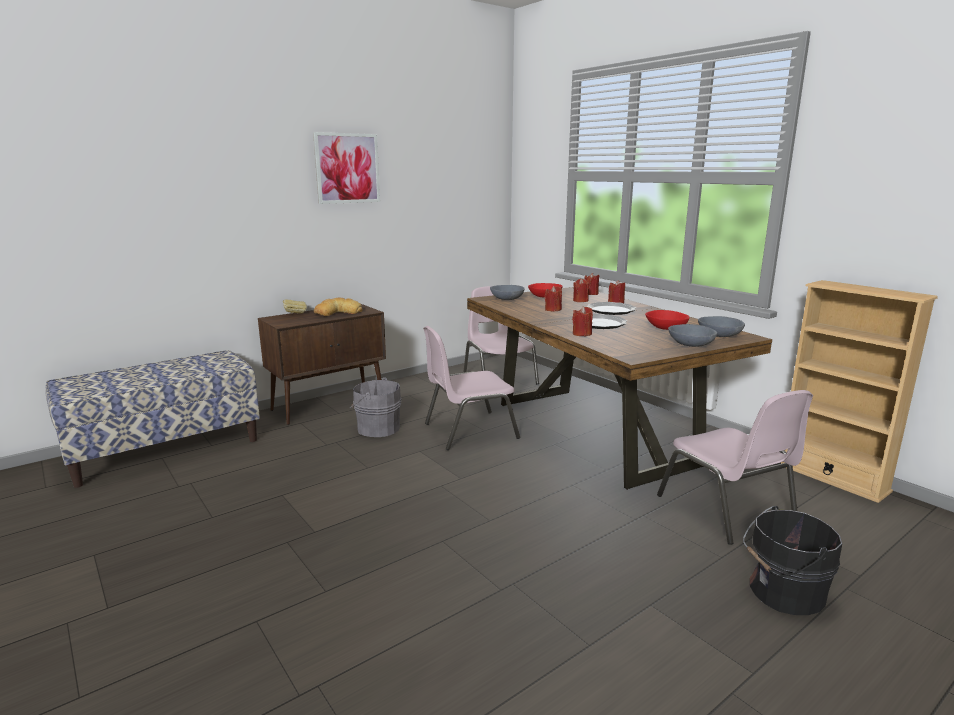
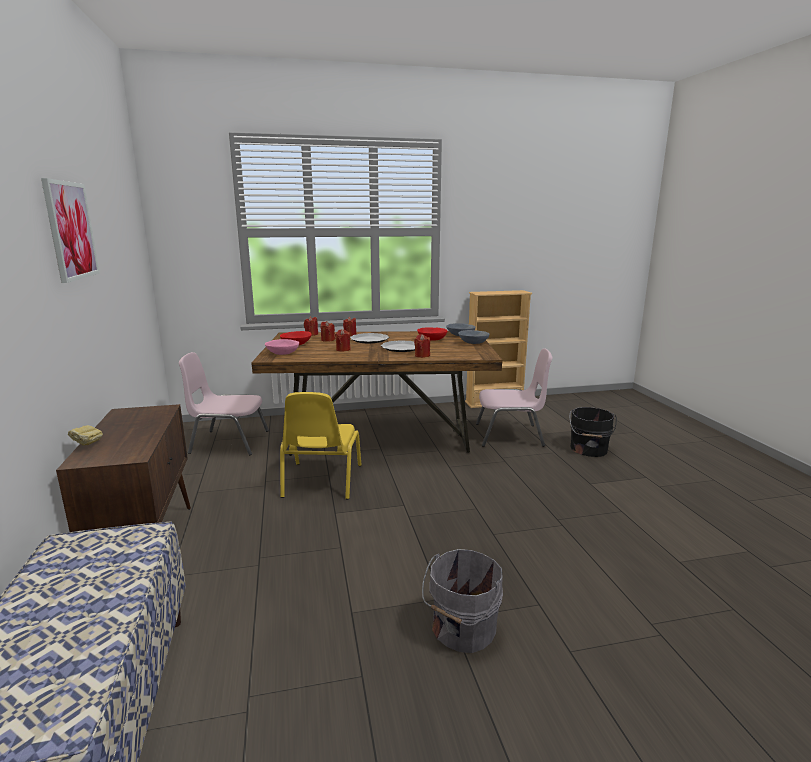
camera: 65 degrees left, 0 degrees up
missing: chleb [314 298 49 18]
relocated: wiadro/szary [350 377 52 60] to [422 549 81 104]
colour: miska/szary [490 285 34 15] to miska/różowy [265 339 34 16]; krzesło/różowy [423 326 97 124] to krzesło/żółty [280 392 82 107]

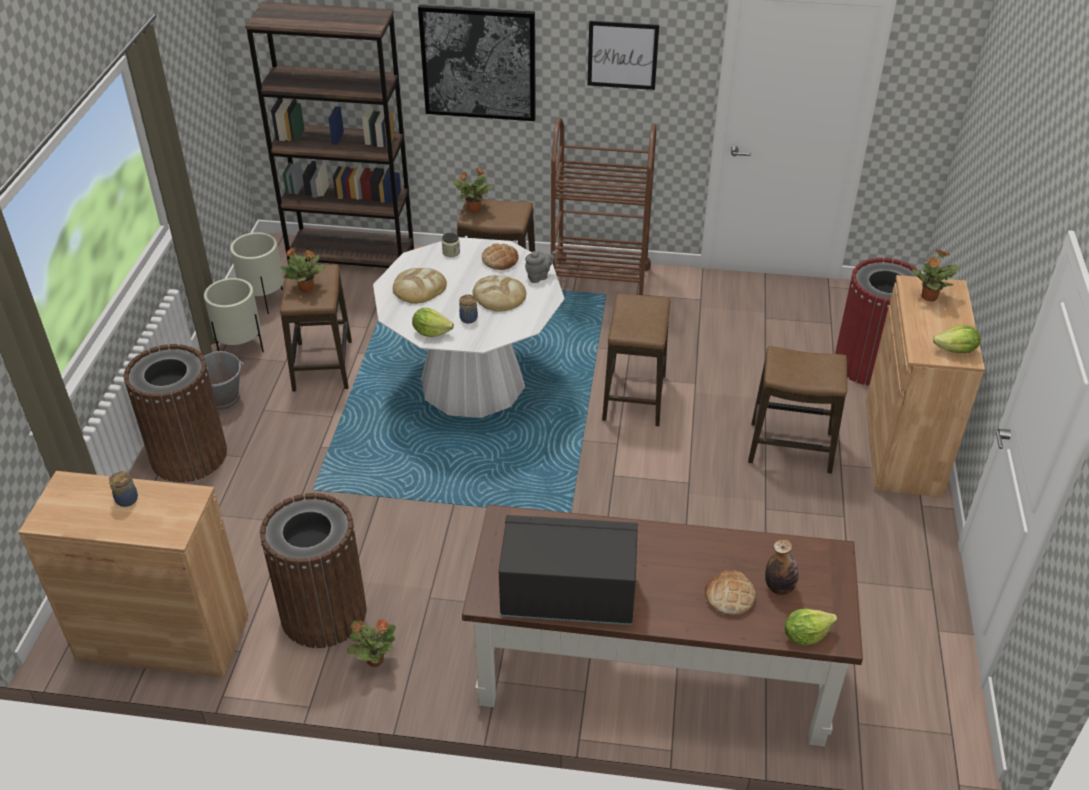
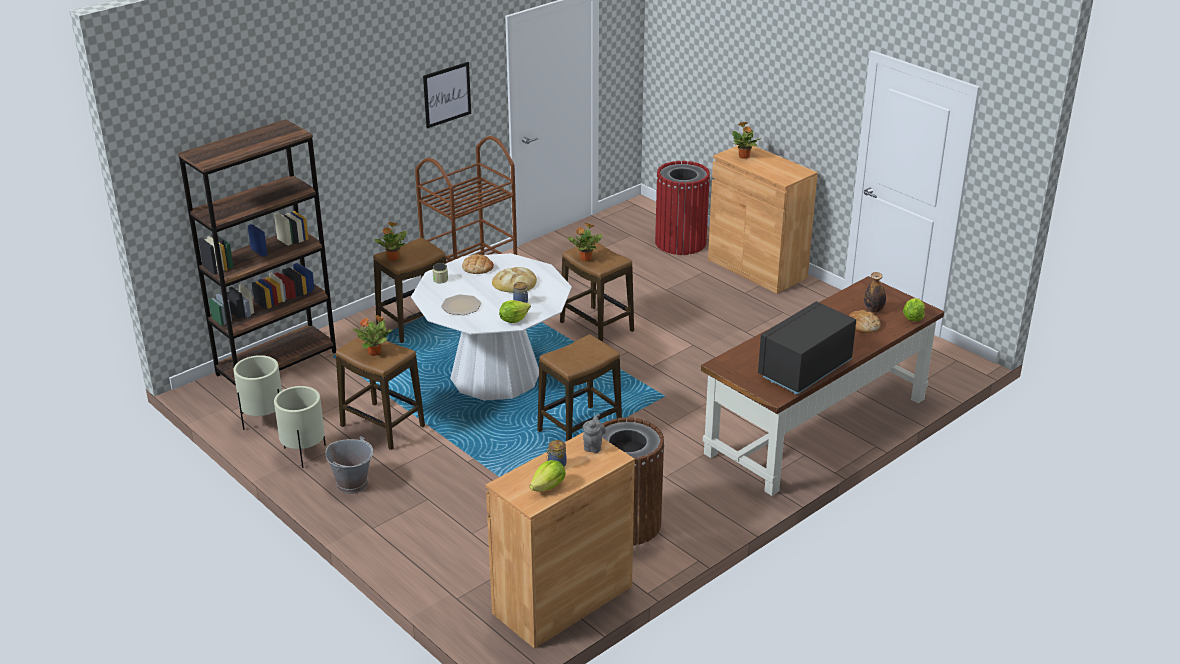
camera: 50 degrees left, 10 degrees down
missing: kosz na śmieci/brązowy [124 344 103 138]; obraz [418 5 118 116]
relocated: sałata [933 325 48 28] to [530 460 36 31]; stołek [748 346 99 128] to [537 334 85 107]; roślina doniczkowa [347 619 49 48] to [567 222 36 40]; imbryk/szary [525 251 31 32] to [582 413 24 40]
exchanged: chleb [393 268 54 36] to talerz [441 294 41 21]

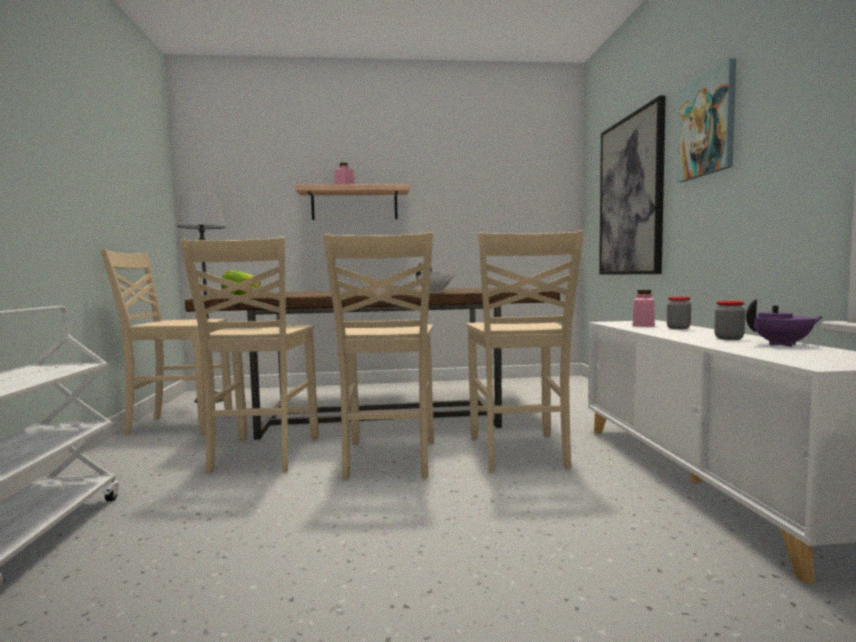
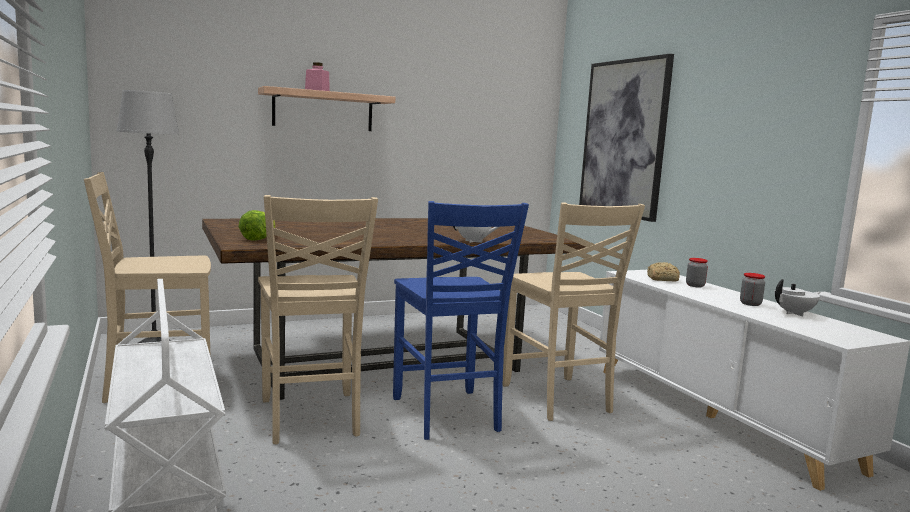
camera: 20 degrees left, 5 degrees up
missing: obraz [677 58 59 124]
exchanged: słoik/różowy [632 290 23 37] to chleb [647 262 33 20]
colour: krzesło/beżowy [323 232 111 248] to krzesło/niebieski [393 201 136 239]; imbryk/fioletowy [746 299 77 48] to imbryk/biały [775 279 45 38]

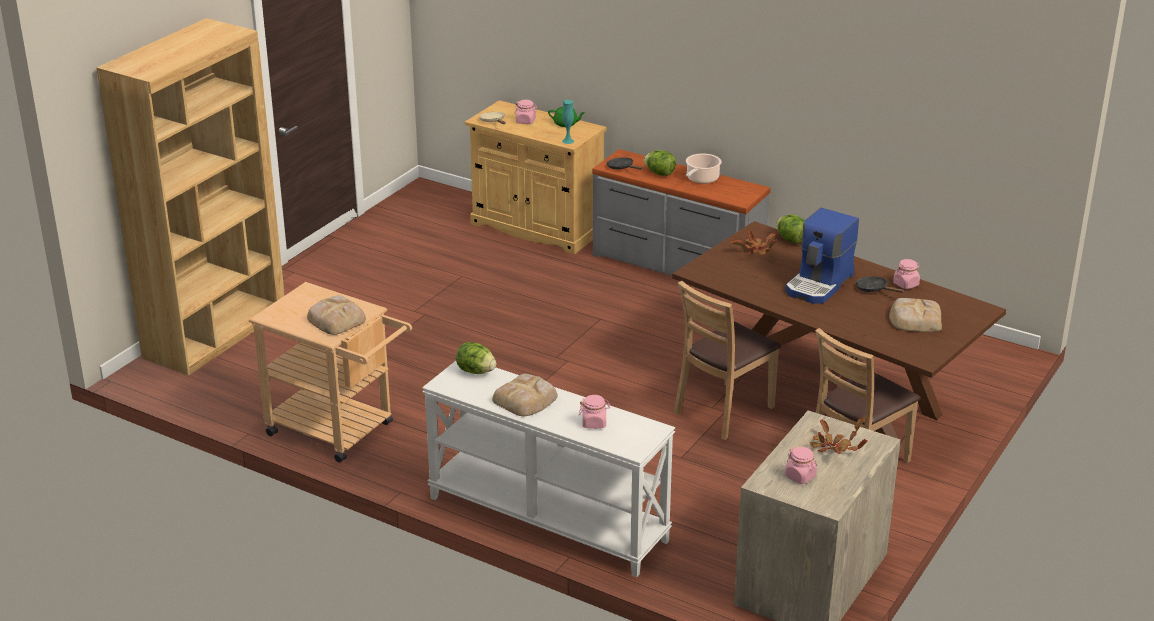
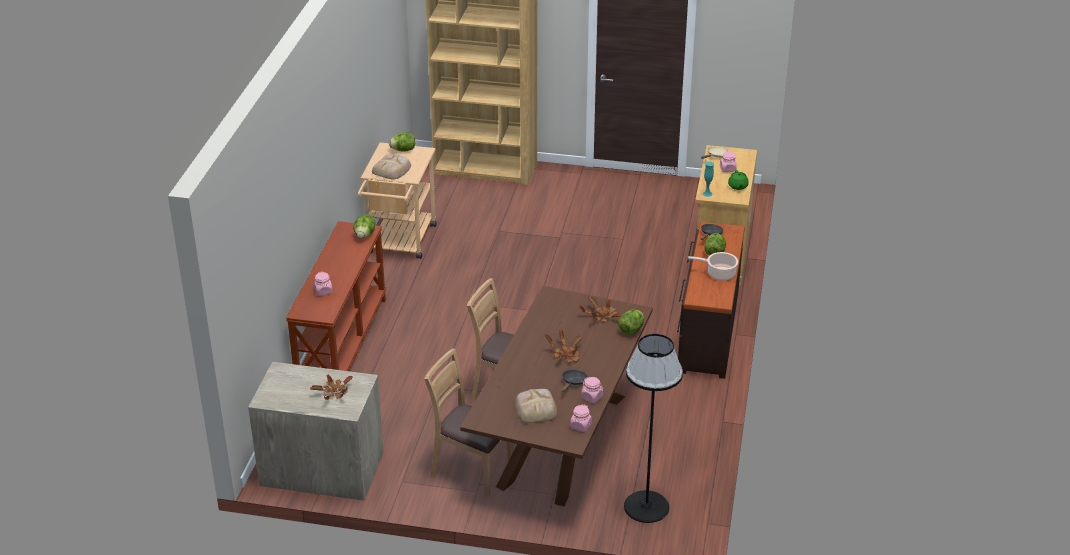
camera: 70 degrees right, 5 degrees up
missing: chleb [492 374 66 42]
appeared: sałata [389 132 26 20]; lampa stojąca/czarny [624 334 59 189]
relocated: słoik/różowy [785 447 32 37] to [570 404 22 28]
exchanged: ekspres do kawy [785 208 74 96] to roślina doniczkowa [545 329 38 34]
colour: stolik konsolowy/biały [422 361 253 216] to stolik konsolowy/brązowy [286 221 100 150]; komoda/szary [592 149 179 127] to komoda/brązowy [677 222 68 157]

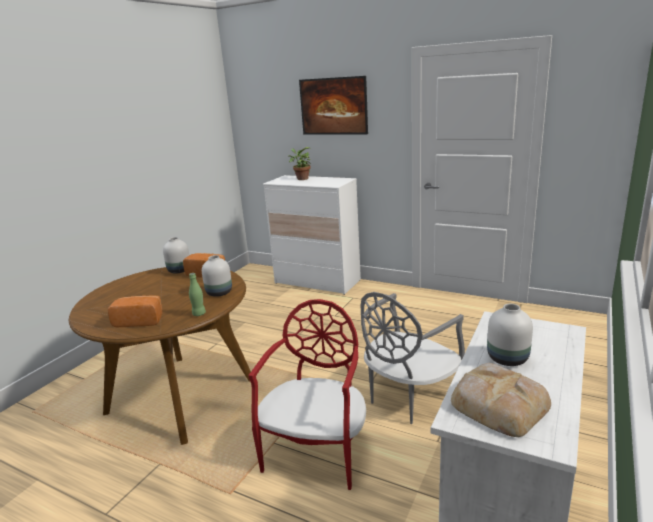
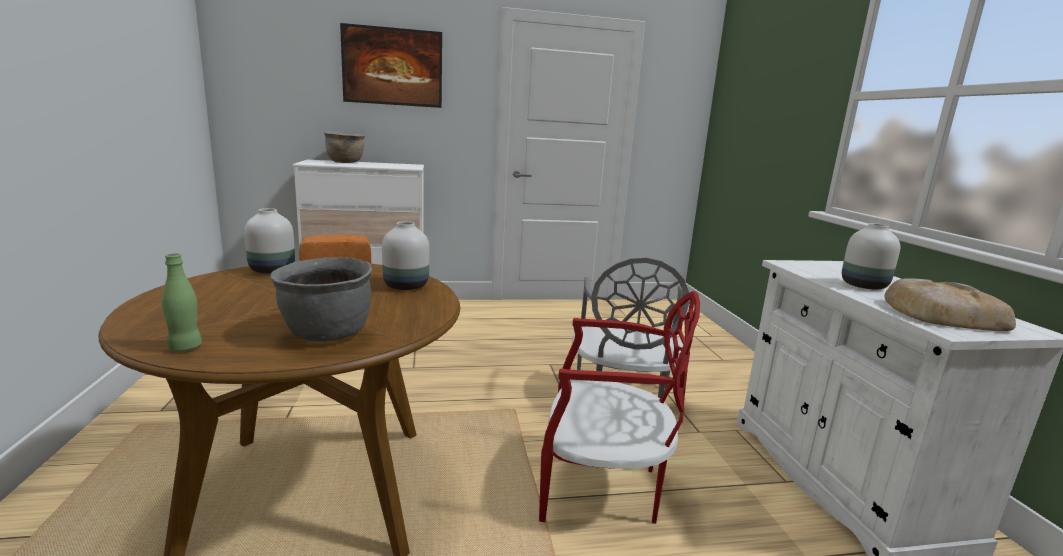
camera: 40 degrees left, 5 degrees down
relocated: butelka/zielony [189 273 17 43] to [162 253 40 99]
exchanged: chleb [108 295 55 32] to garnek/szary [270 257 102 85]; roślina doniczkowa [288 147 24 33] to garnek/brązowy [324 131 41 32]
spun: krzesło/czerwony [248 299 118 191] = [539 291 161 233] 120 degrees clockwise

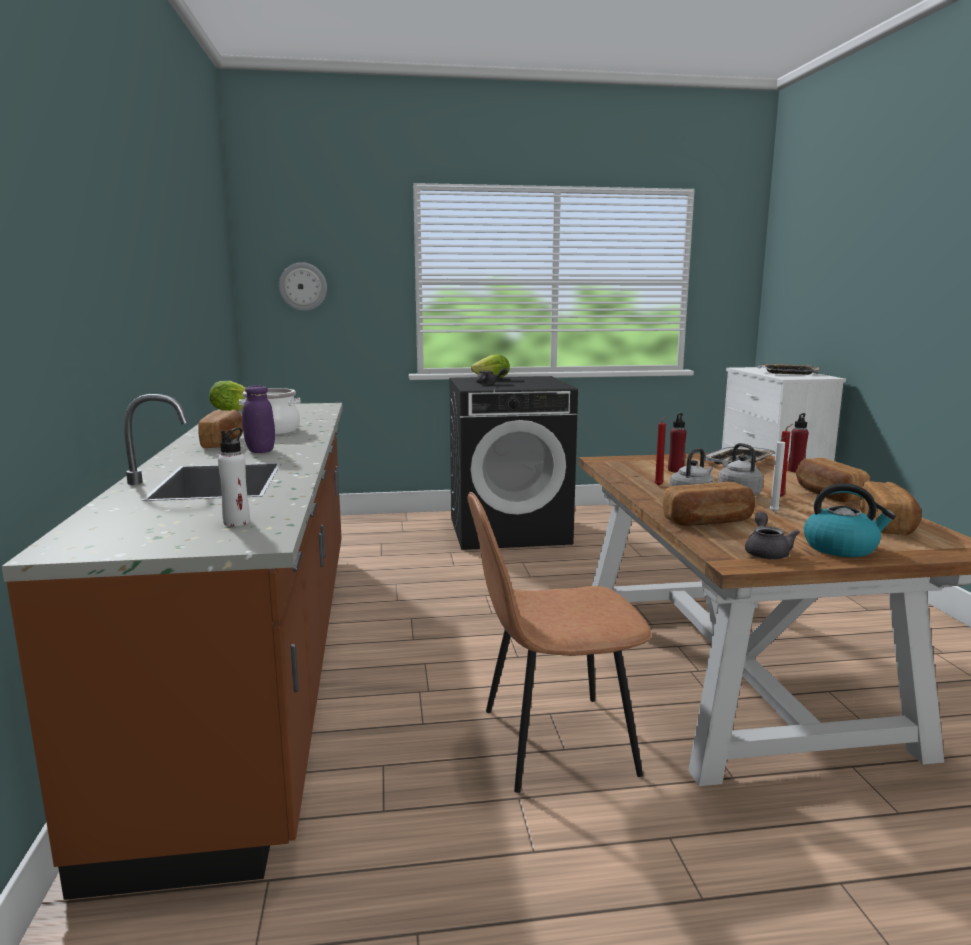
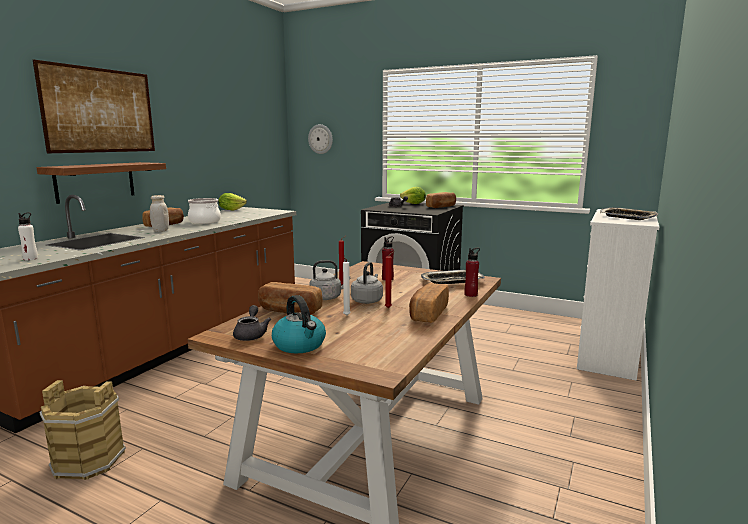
camera: 35 degrees right, 0 degrees up
missing: krzesło/brązowy [467 492 185 301]
appeared: obraz [33 60 122 93]; półka [36 162 130 42]; wiadro/brązowy [39 380 87 100]
relocated: chleb [860 481 62 54] to [426 192 30 16]
colour: słoik/fioletowy [242 386 33 67] to słoik/biały [150 195 19 37]
spun: imbryk/szary [745 512 55 47] = [233 305 38 36] 45 degrees counterclockwise

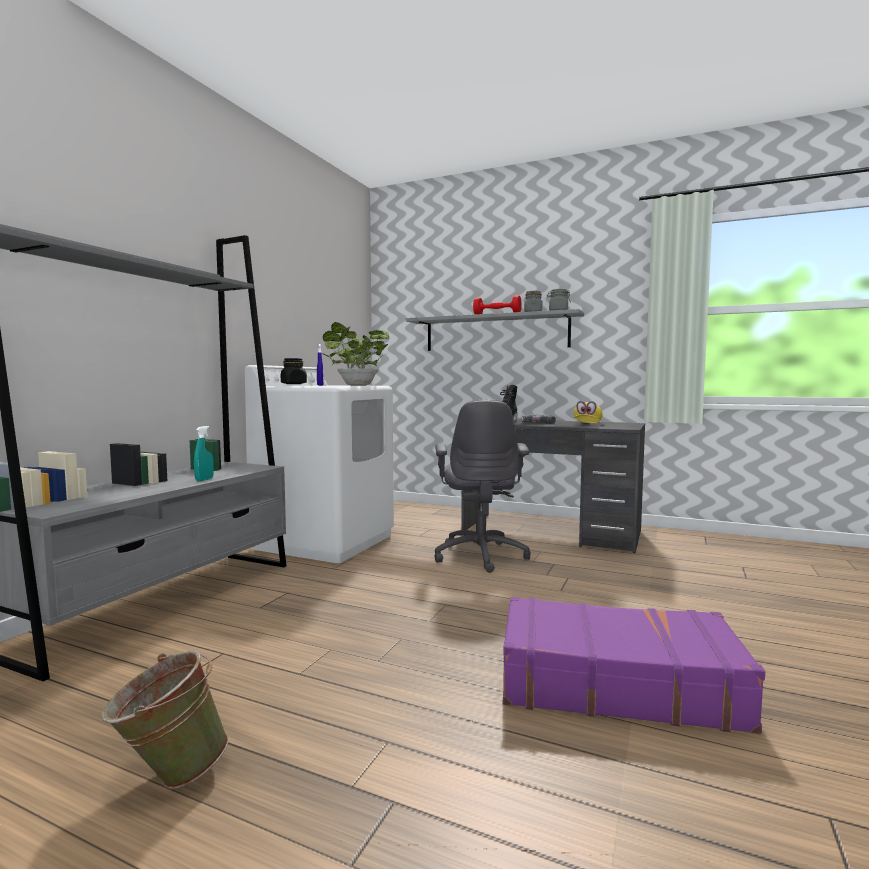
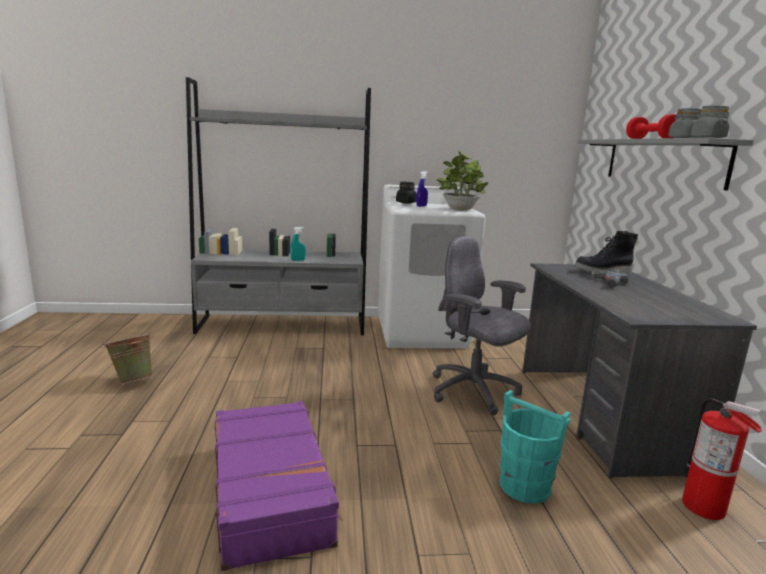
camera: 60 degrees right, 10 degrees up
missing: czapka z daszkiem/żółty [574 401 29 22]
appeared: wiadro/turkusowy [499 390 72 113]; gaśnica [682 398 81 122]
spun: krzesło biurowe/szary [434 399 97 174] = [433 236 98 179] 75 degrees clockwise

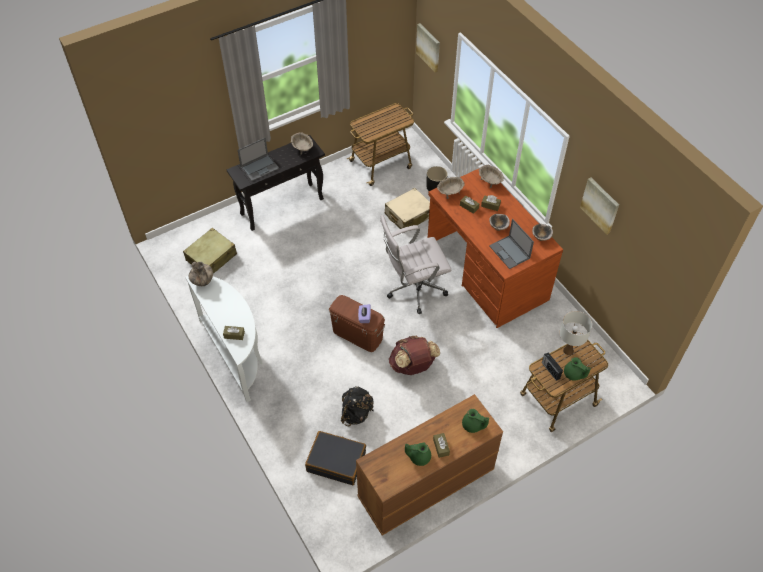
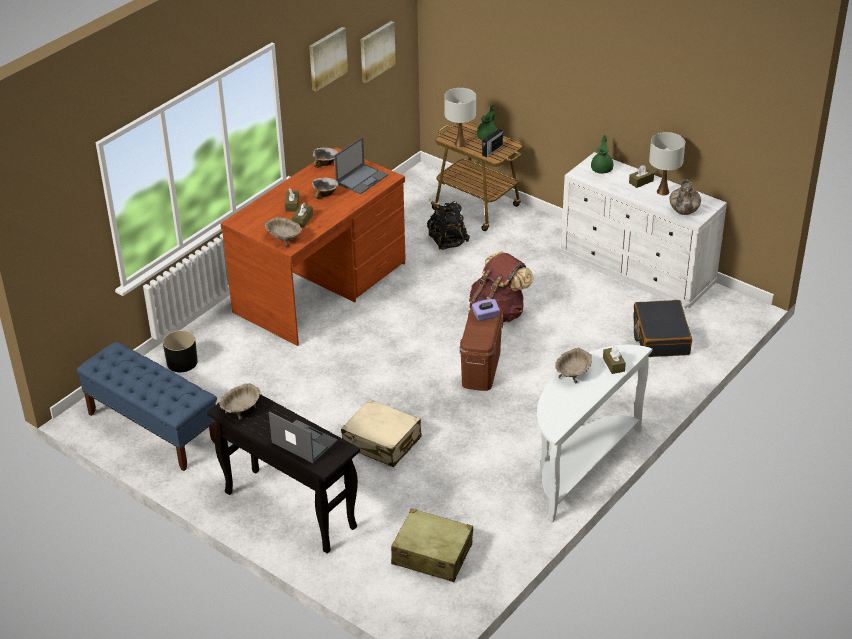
camera: 110 degrees left, 15 degrees down
missing: krzesło biurowe/biały [380 215 71 99]
relocated: walizka/beżowy [385 188 45 41] to [341 399 81 68]; obraz [416 23 24 50] to [361 21 35 62]; plecak/czarny [341 386 33 40] to [427 201 43 49]; miska/beżowy [479 165 25 23] to [555 348 37 36]; wazon [189 262 24 24] to [669 179 32 36]
exchanged: wózek [346 103 68 83] to ławka/niebieski [76 342 141 129]; imbryk/zielony [405 443 26 23] to lampa stołowa/biały [649 132 36 63]
colour: komoda/brązowy [356 394 147 141] to komoda/biały [561 152 166 156]

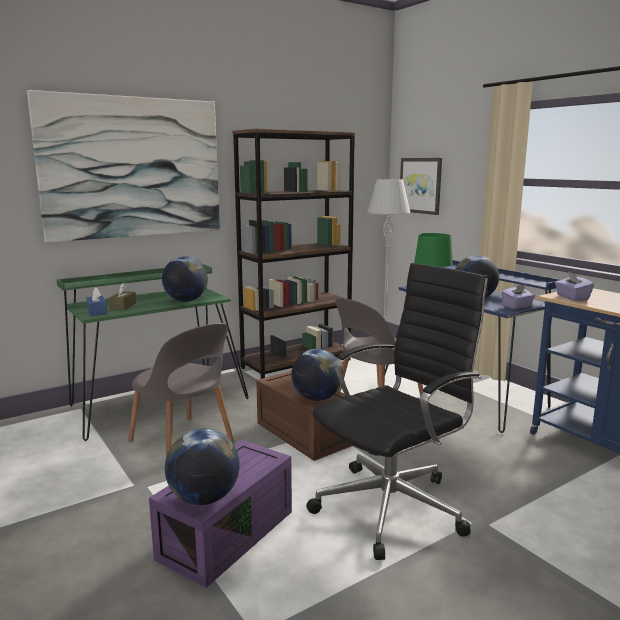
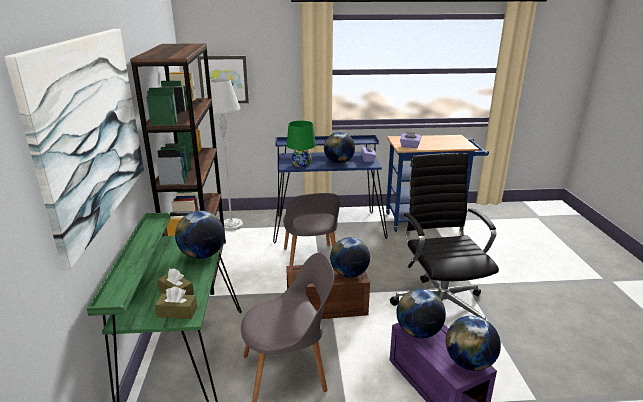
camera: 60 degrees left, 10 degrees up
appeared: globus [396 289 50 49]
colour: pudełko chusteczek/niebieski [86 287 21 29] to pudełko chusteczek/brązowy [155 287 42 32]

